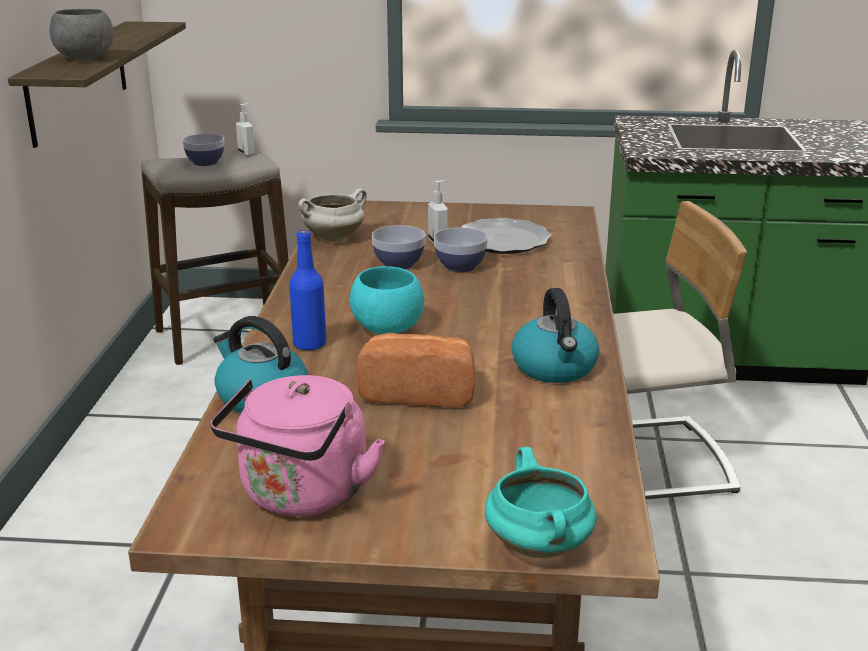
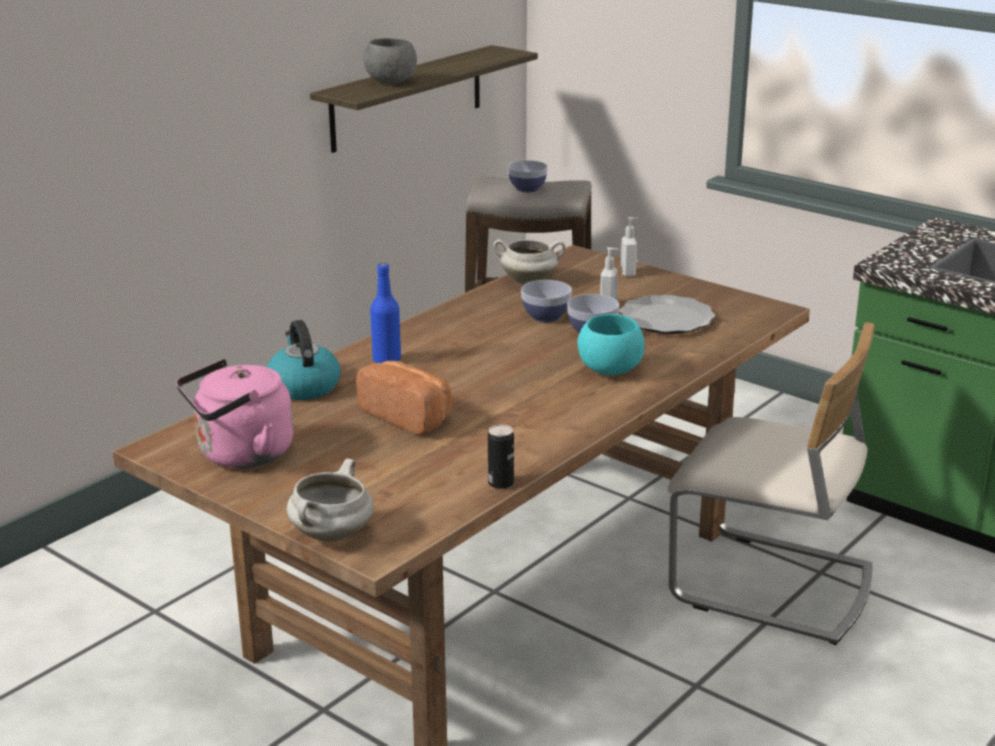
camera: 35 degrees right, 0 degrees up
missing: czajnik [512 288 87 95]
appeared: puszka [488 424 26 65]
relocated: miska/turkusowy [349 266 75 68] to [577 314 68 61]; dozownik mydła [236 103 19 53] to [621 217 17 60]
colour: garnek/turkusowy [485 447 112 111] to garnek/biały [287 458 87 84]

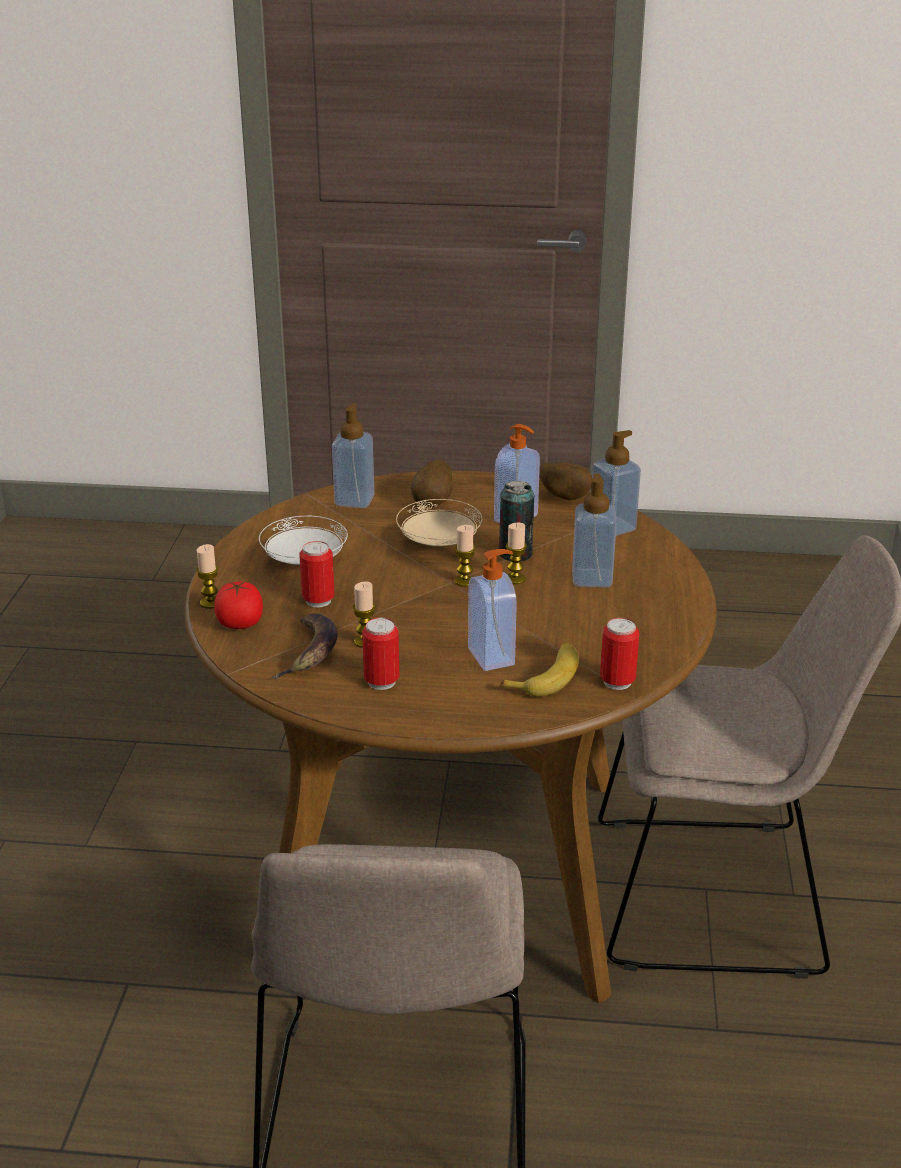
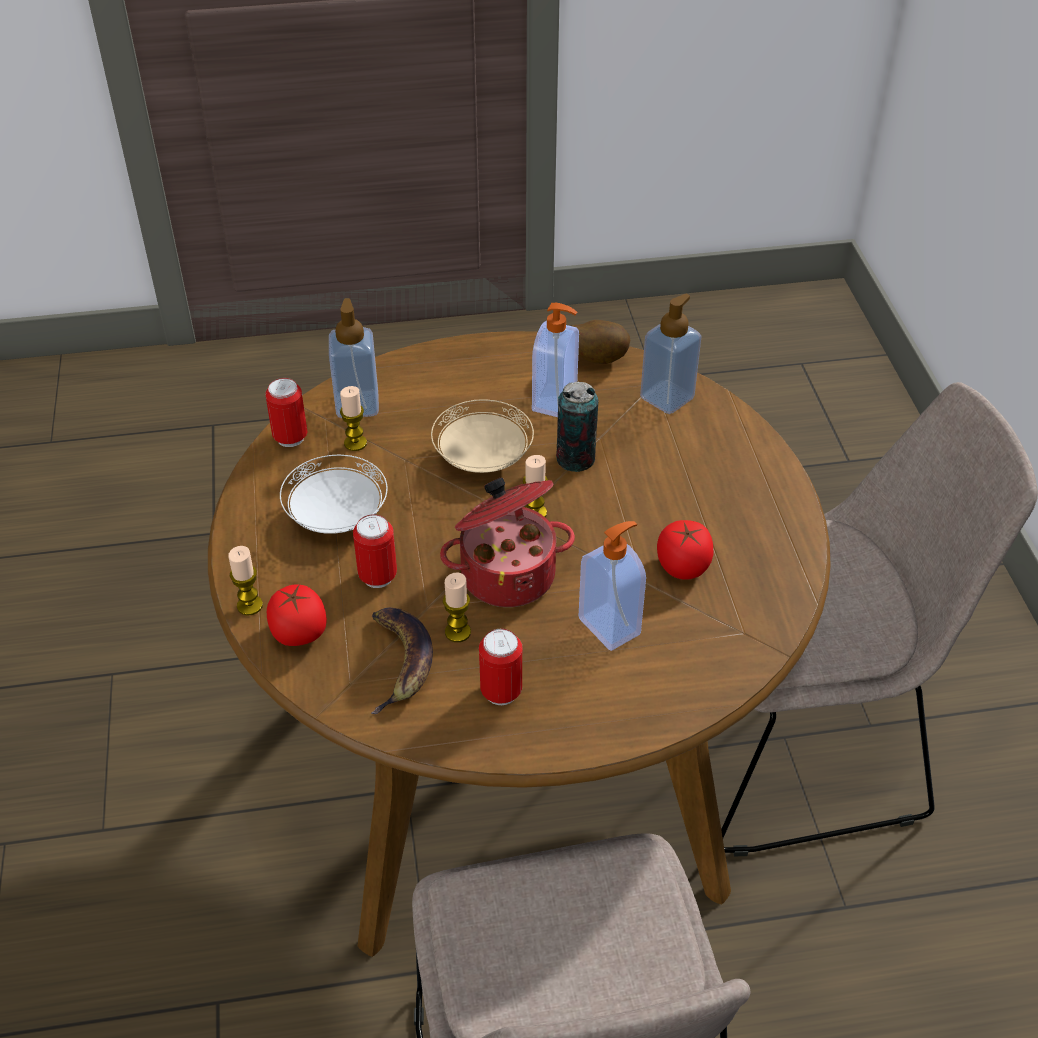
camera: 15 degrees left, 15 degrees up
missing: ziemniak [411 459 42 48]; banan [500 642 79 54]; dozownik mydła [572 473 45 115]
appeared: garnek [440 478 135 129]; pomidor [657 520 56 60]
relocated: puszka [600 618 39 72] to [265 378 42 69]; świeca [506 523 21 61] to [340 386 27 65]

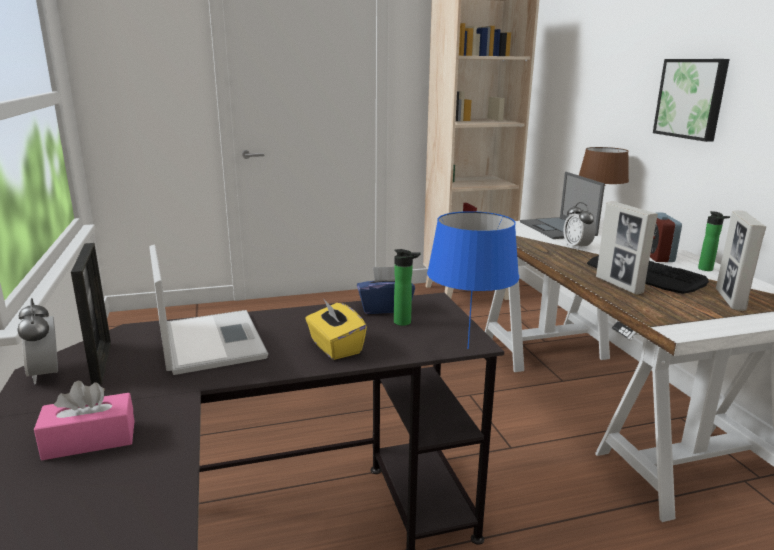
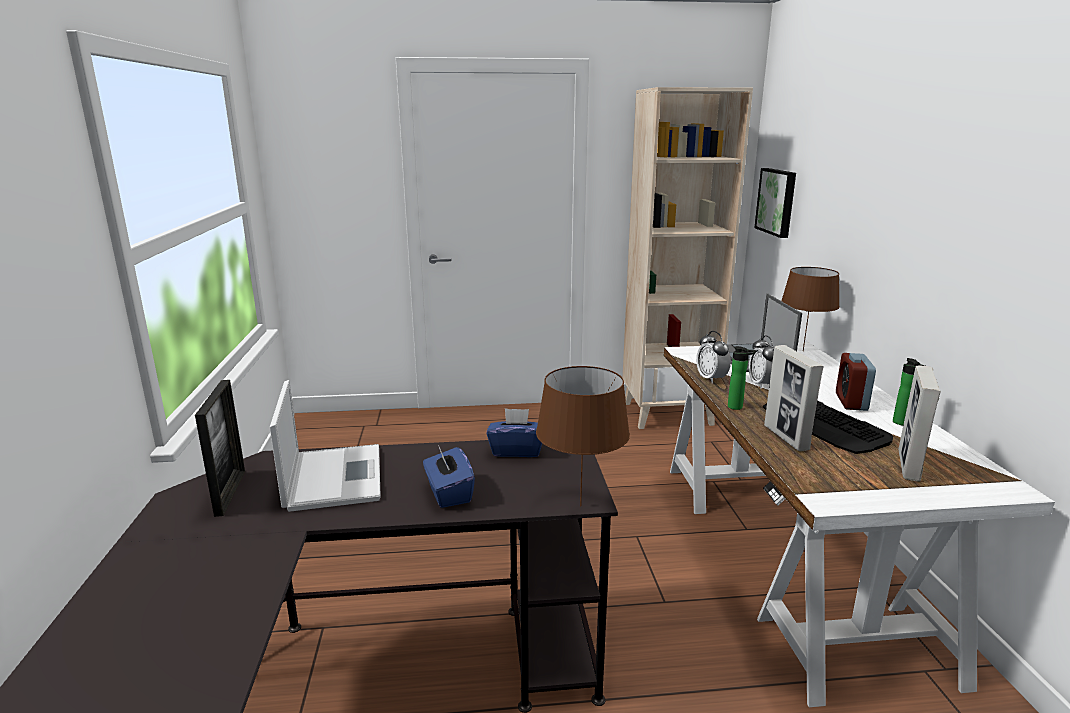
camera: 10 degrees right, 0 degrees up
missing: pudełko chusteczek/różowy [34 381 100 79]
relocated: budzik [17 298 41 86] to [696 331 35 52]; butelka [394 249 26 77] to [728 346 28 64]; obraz [653 59 77 83] to [754 168 42 70]
colour: pudełko chusteczek/żółty [305 298 62 62] to pudełko chusteczek/niebieski [423 445 52 63]; lampa stołowa/niebieski [427 211 92 138] to lampa stołowa/brązowy [536 366 94 140]

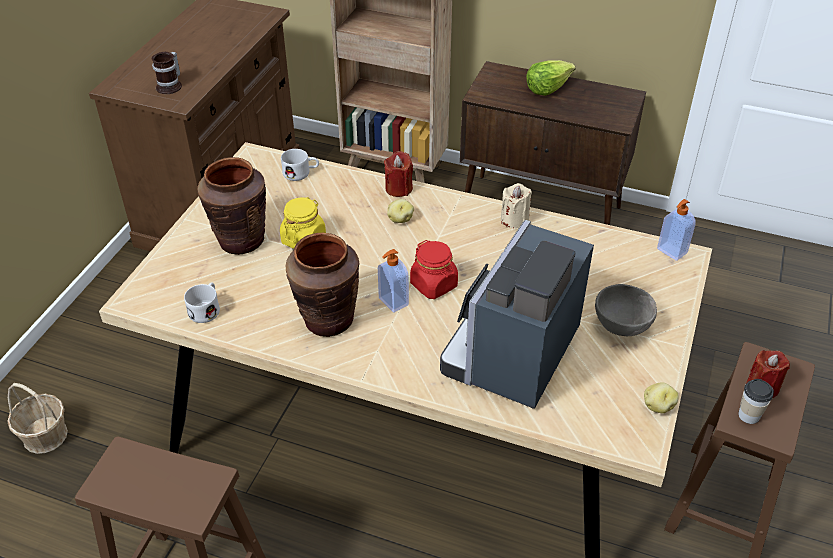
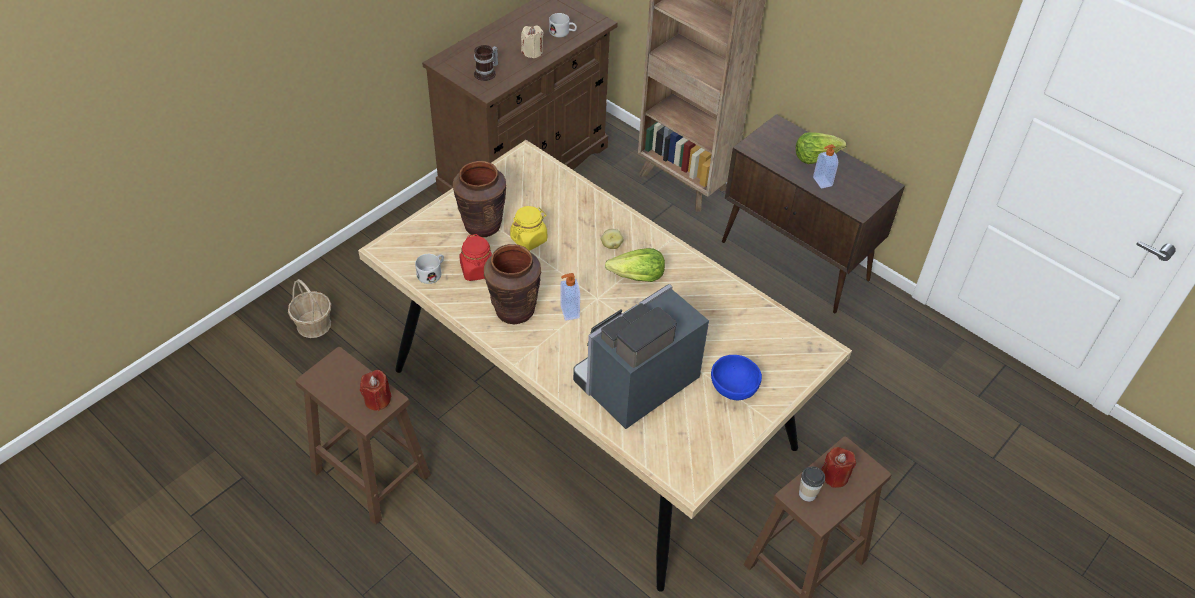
camera: 20 degrees right, 5 degrees up
missing: ziemniak [644 382 35 31]
appeared: sałata [605 248 60 34]
relocated: świeca/czerwony [384 151 29 46] to [360 370 31 41]; słoik/czerwony [410 240 48 59] to [460 234 32 47]; świeca/beżowy [501 183 31 45] to [521 26 22 32]; kubek/biały [281 149 38 32] to [549 13 28 25]; dozownik mydła [657 199 39 62] to [813 144 25 45]
colour: miska/szary [595 284 62 52] to miska/niebieski [711 355 51 45]

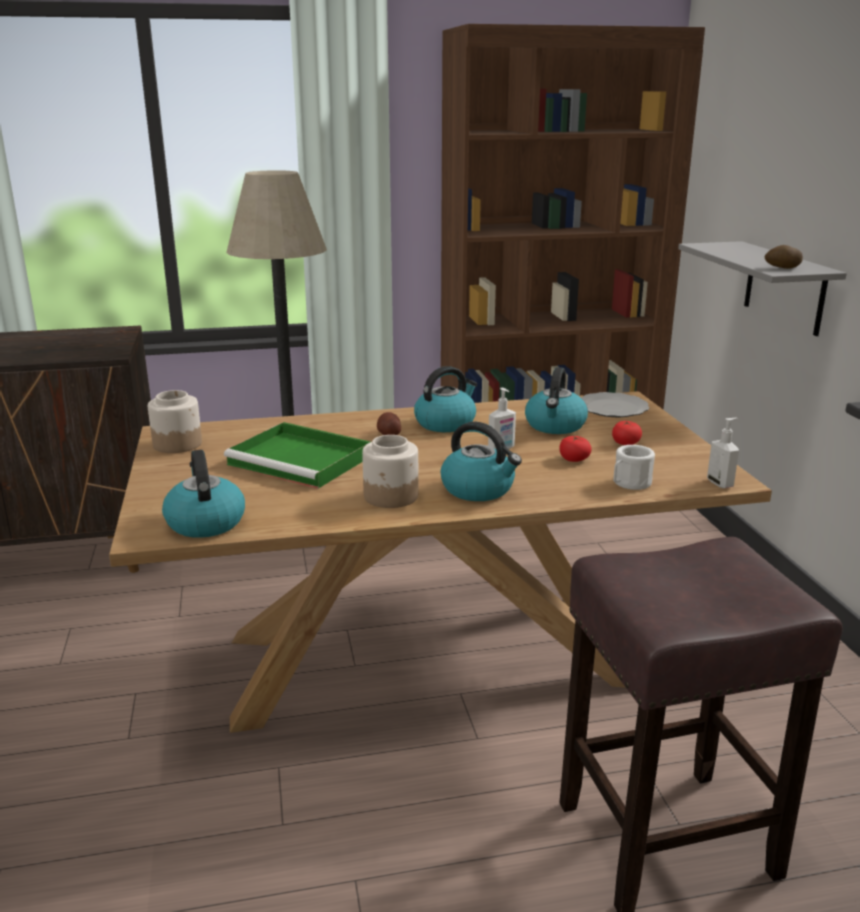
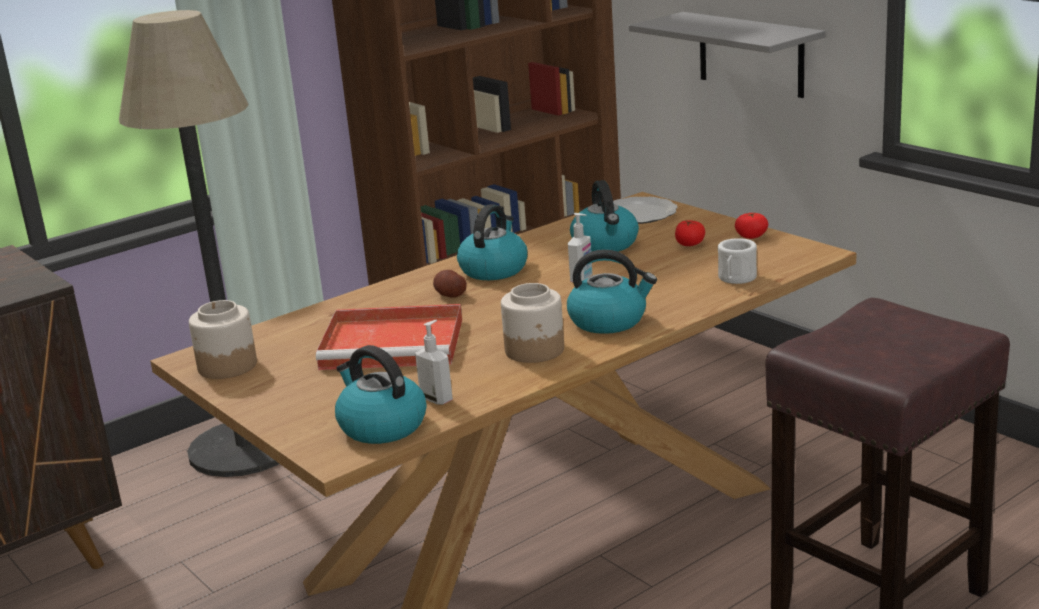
camera: 25 degrees left, 0 degrees up
missing: ziemniak [765 245 38 24]
relocated: dozownik mydła [707 418 32 71] to [415 320 38 85]; pomidor [559 436 33 26] to [735 213 33 26]
colour: taca/zielony [224 422 146 67] to taca/czerwony [316 304 146 66]

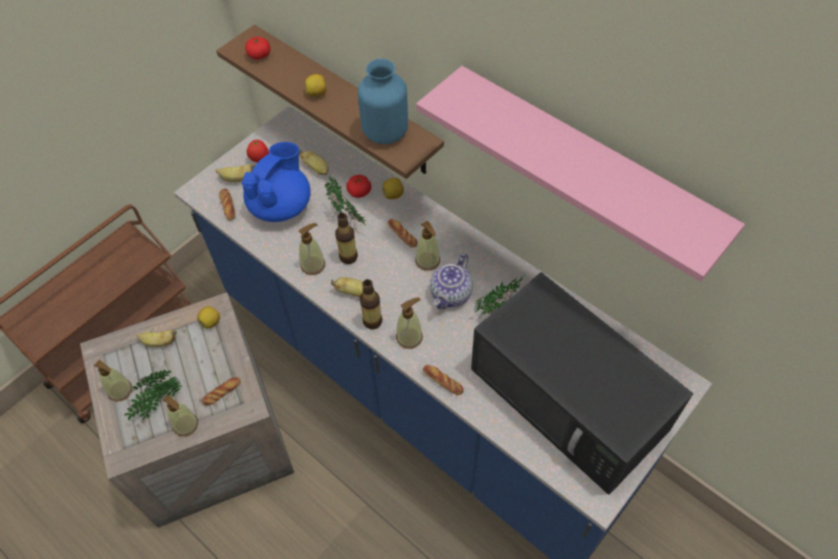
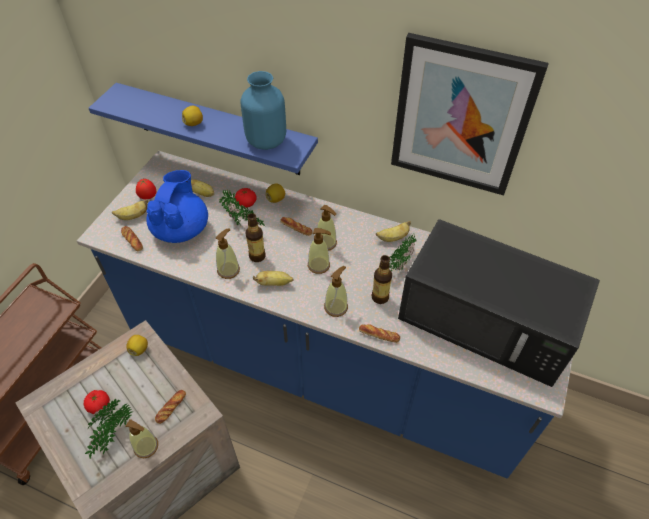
camera: 20 degrees left, 5 degrees down
missing: imbryk [430 253 43 56]
relocated: pomidor [245 36 26 24] to [84 390 26 24]; dozownik mydła [94 360 38 42] to [308 228 23 46]; butelka [360 279 22 50] to [372 255 20 49]; banan [136 330 41 17] to [376 221 35 21]
exchanged: półka/różowy [416 66 329 216] to obraz [391 33 158 163]
colour: półka/brązowy [216 25 228 154] to półka/niebieski [89 83 229 92]

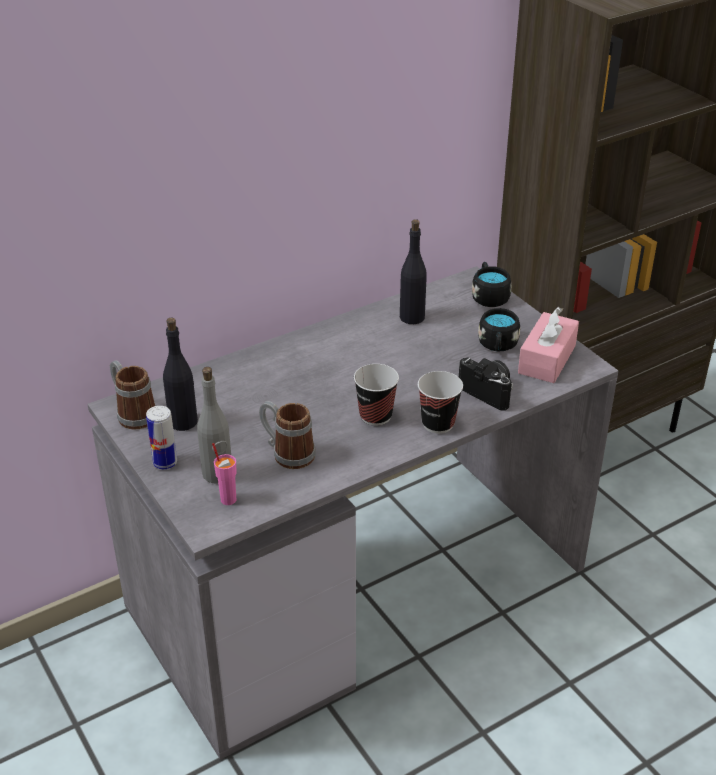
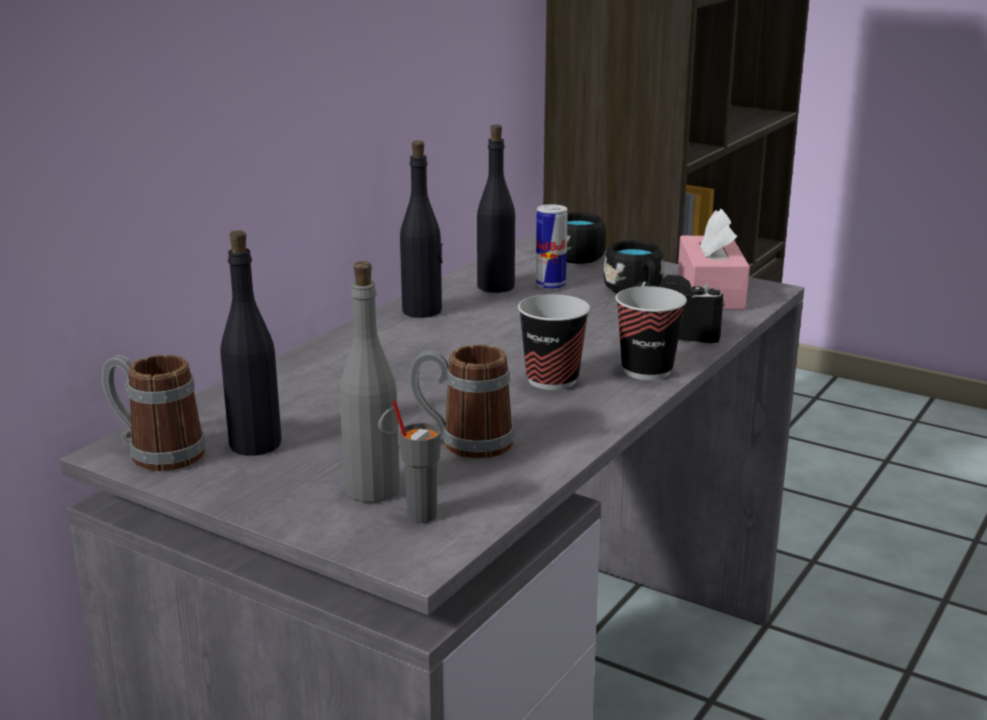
camera: 25 degrees left, 15 degrees down
appeared: butelka/czarny [400 140 43 178]
relocated: puszka [146 406 31 63] to [536 204 32 86]
colour: filiżanka/różowy [212 443 25 62] to filiżanka/szary [393 401 48 122]

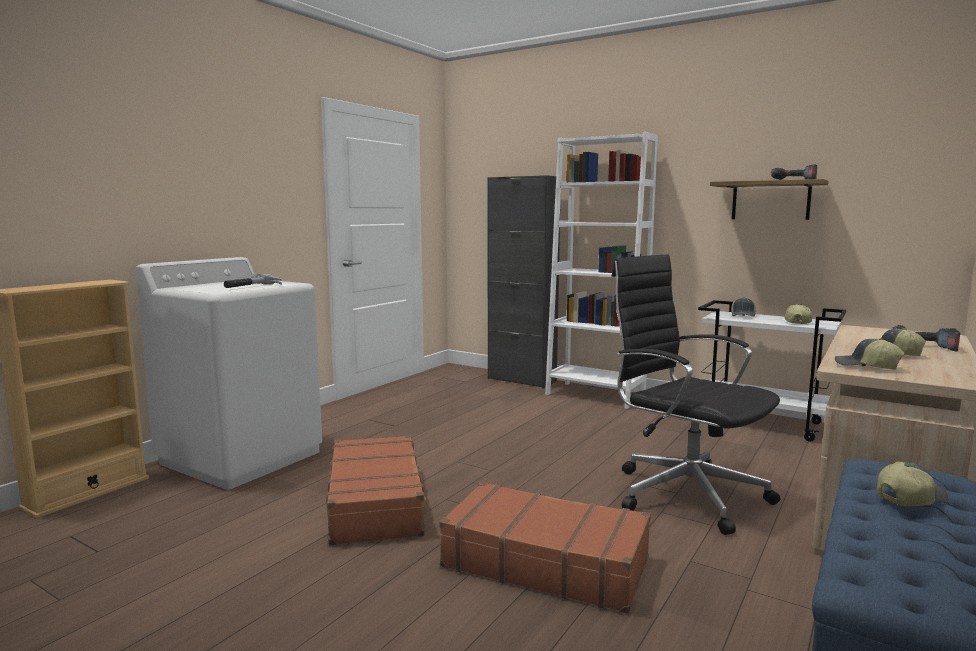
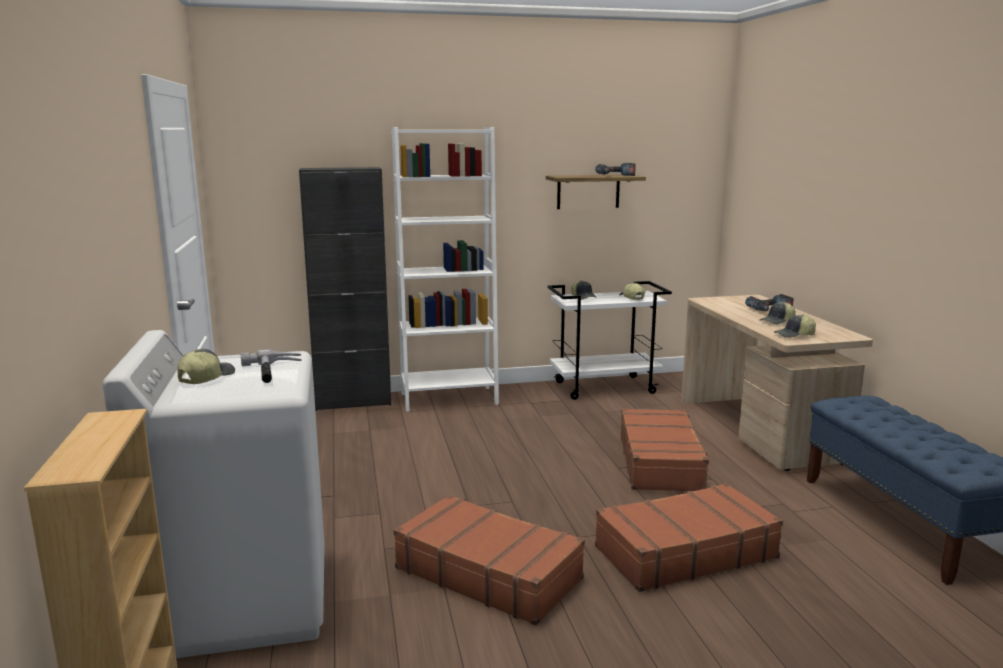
camera: 45 degrees left, 5 degrees up
relocated: czapka z daszkiem [877 461 71 45] to [177 349 58 35]
exchanged: krzesło biurowe/czarny [612 254 168 281] to walizka/brązowy [620 408 90 83]

